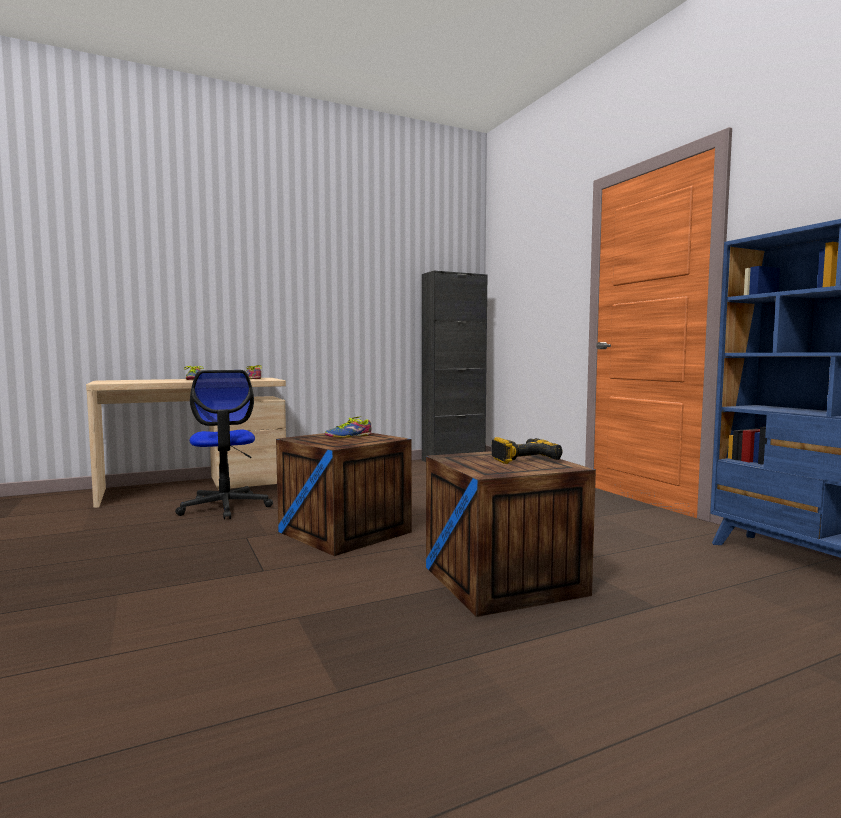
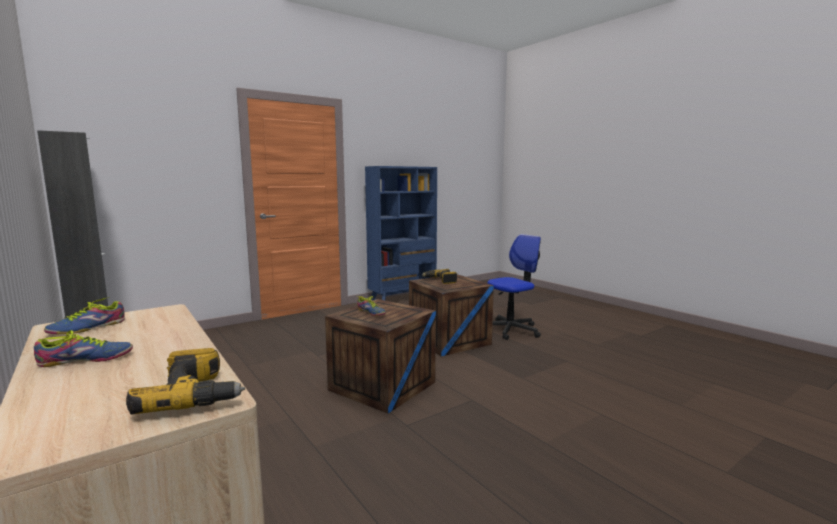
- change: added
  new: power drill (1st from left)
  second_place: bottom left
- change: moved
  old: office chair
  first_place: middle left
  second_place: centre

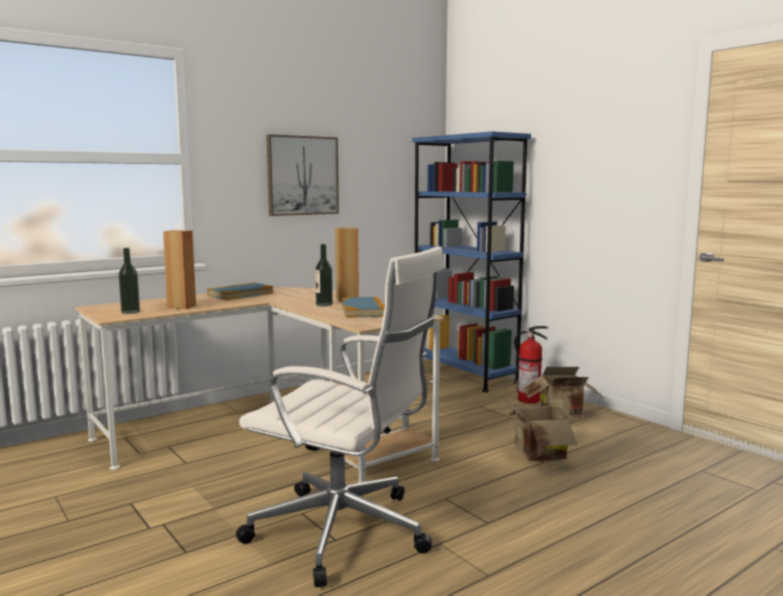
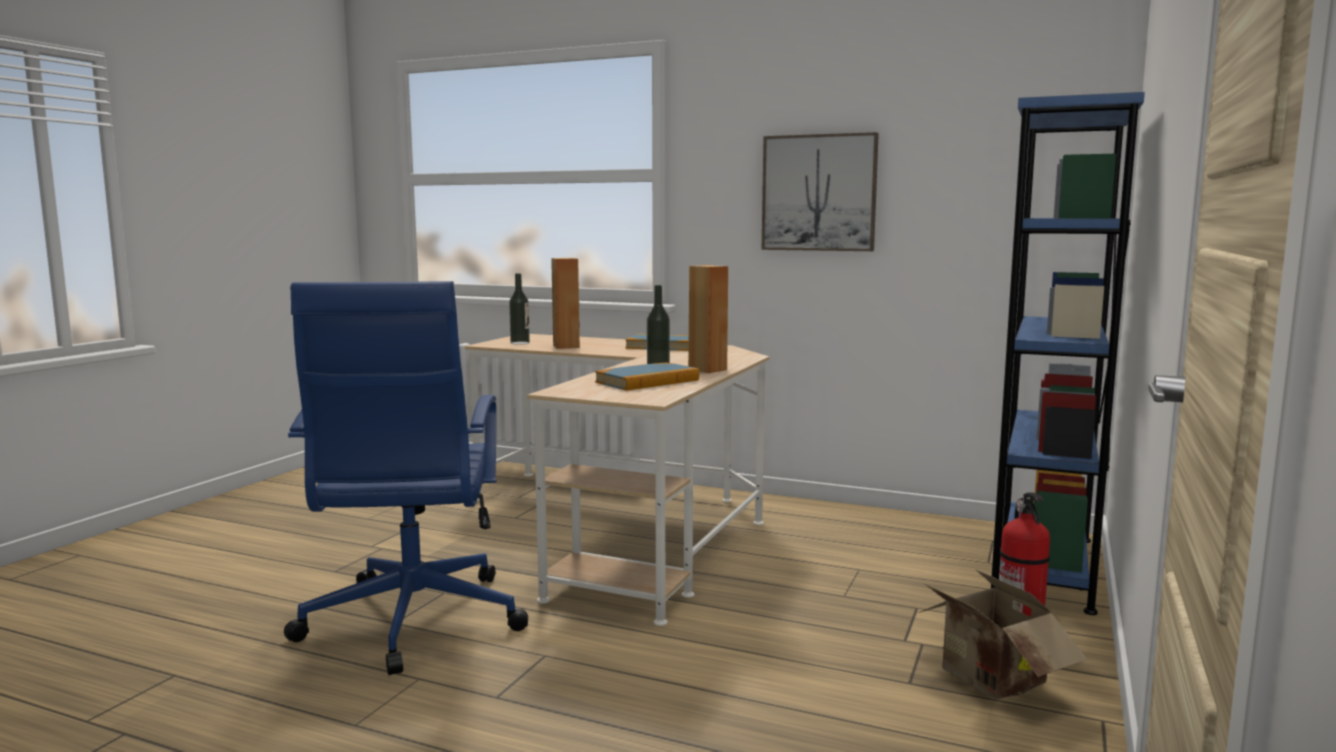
- change: removed
  old: cardboard box (1st from left)
  first_place: bottom right
- change: recoloured
  old: office chair (white)
  new: office chair (blue)
  first_place: bottom centre
  second_place: middle left

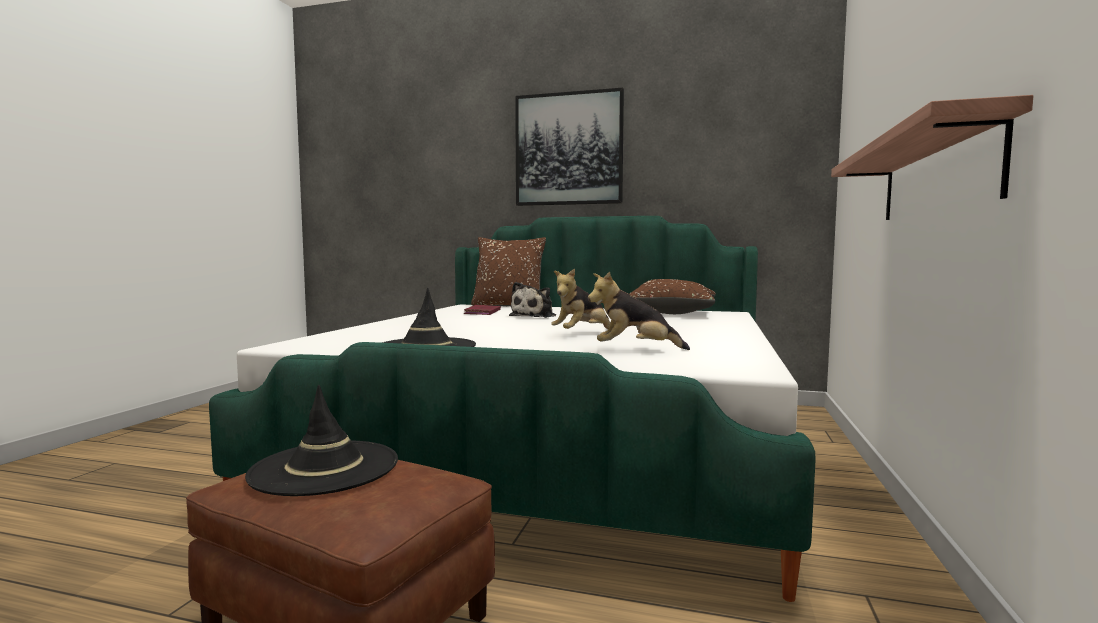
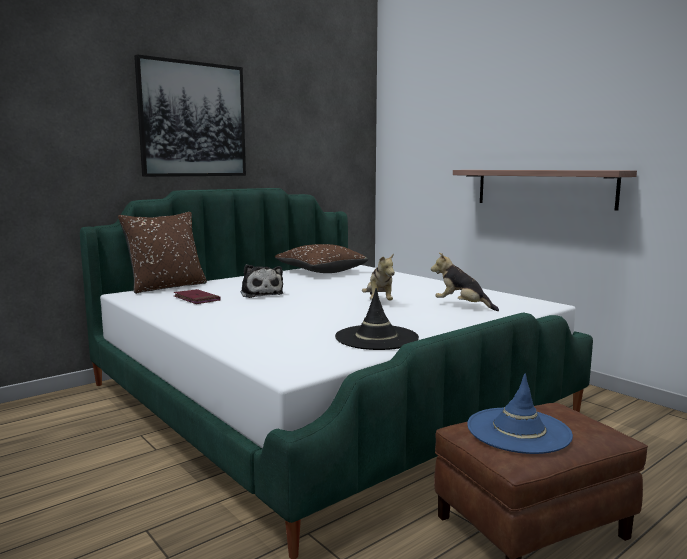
- change: recoloured
  old: hat (black) (1st from left)
  new: hat (blue)
  first_place: bottom left
  second_place: bottom right
- change: turned
  old: plush toy (3rd from left)
  first_place: centre
  second_place: middle right
  degrees: 90

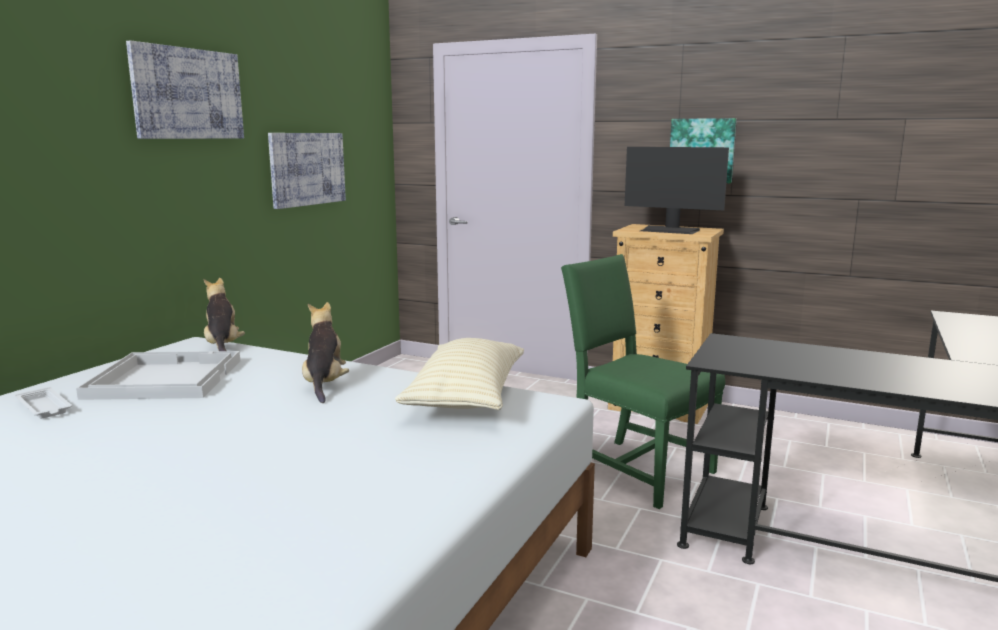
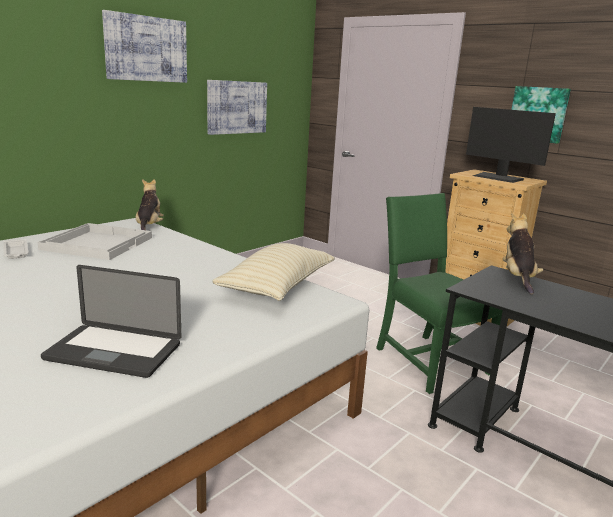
- change: added
  new: laptop
  second_place: middle left
- change: moved
  old: plush toy (2nd from left)
  first_place: middle left
  second_place: middle right

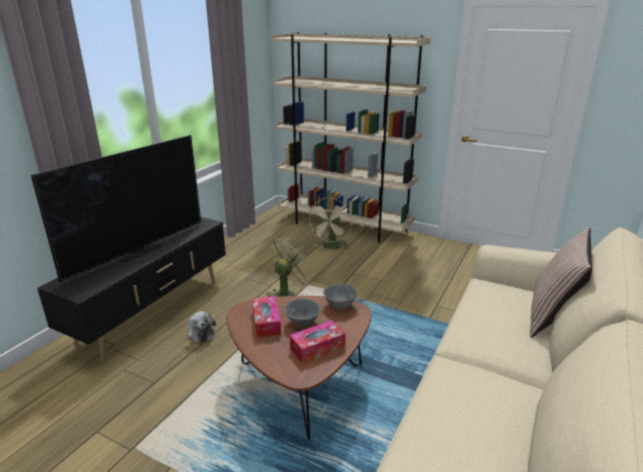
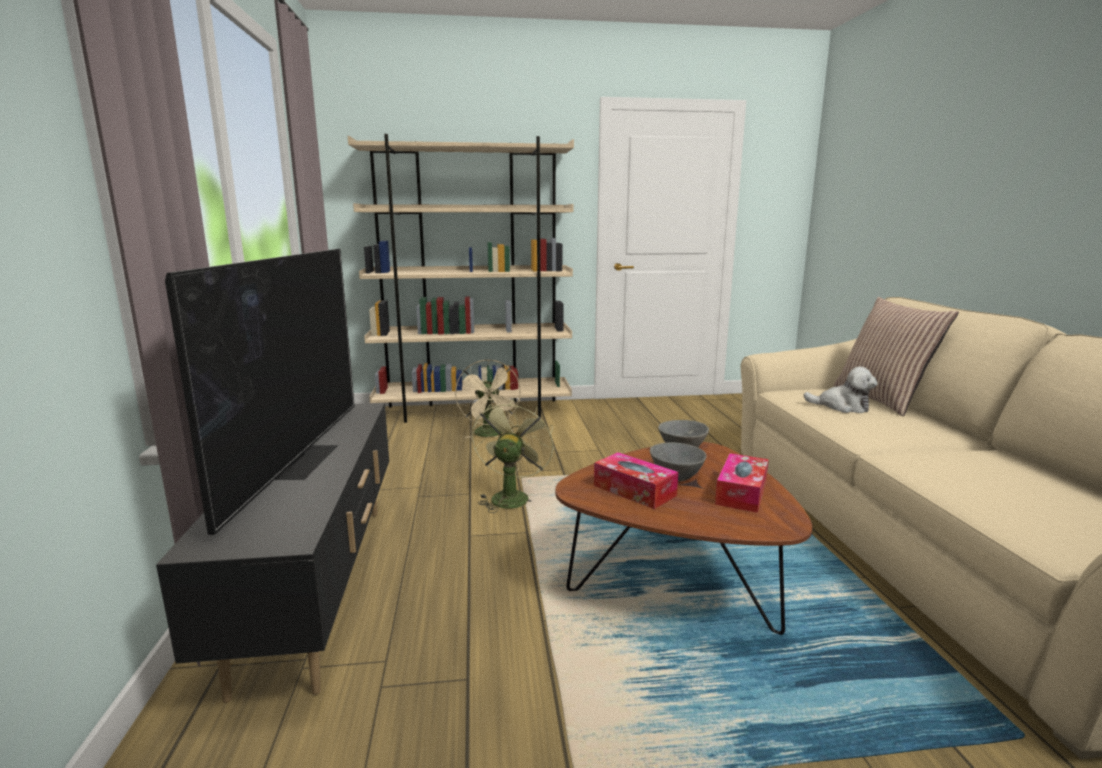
- change: moved
  old: plush toy
  first_place: bottom left
  second_place: middle right

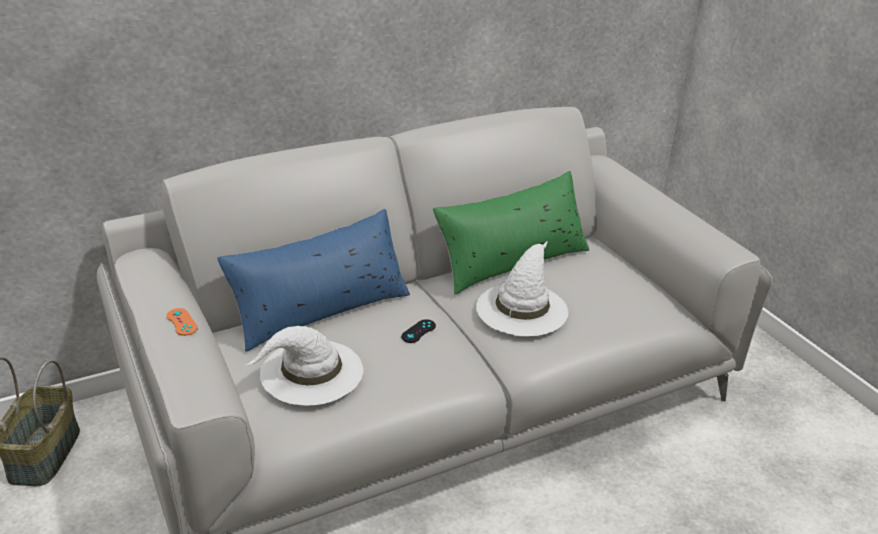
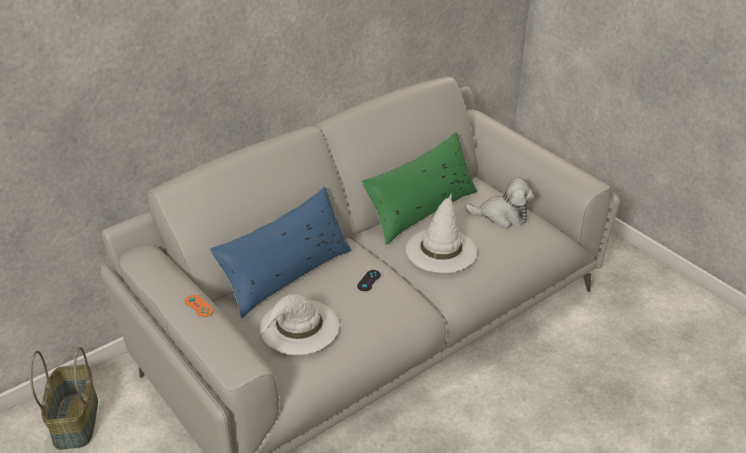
- change: added
  new: plush toy
  second_place: middle right

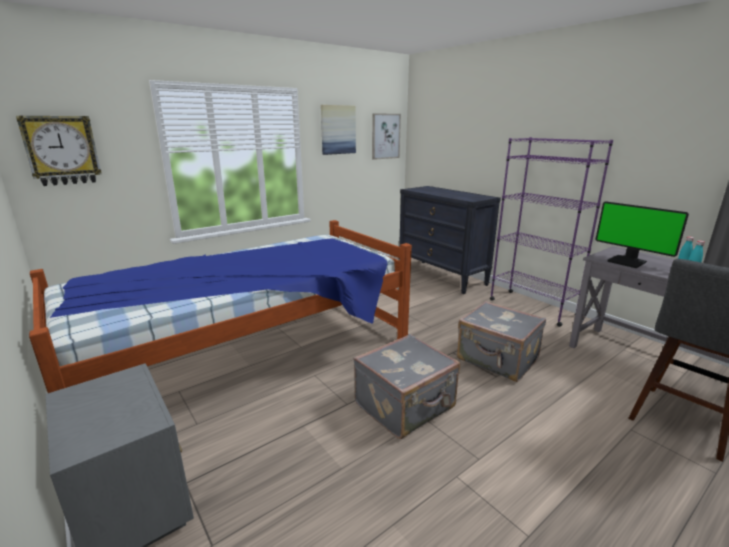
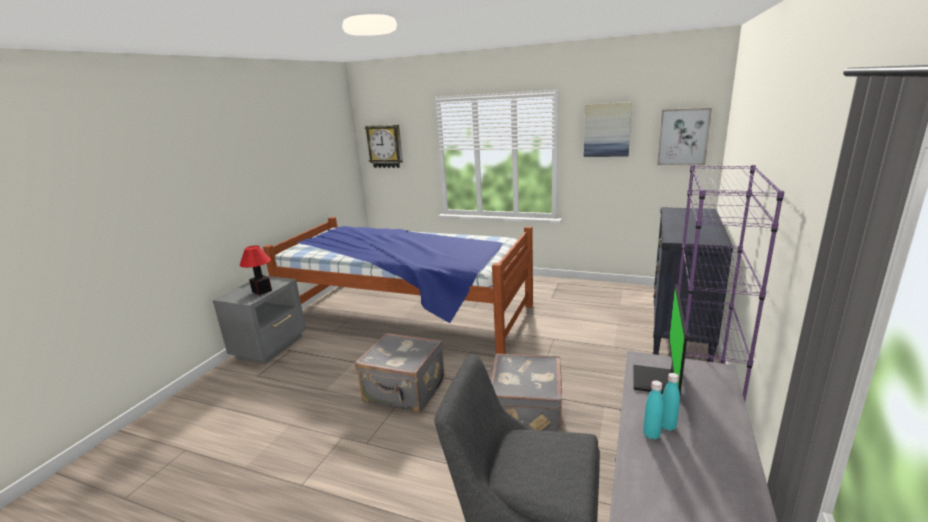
- change: added
  new: table lamp
  second_place: middle left

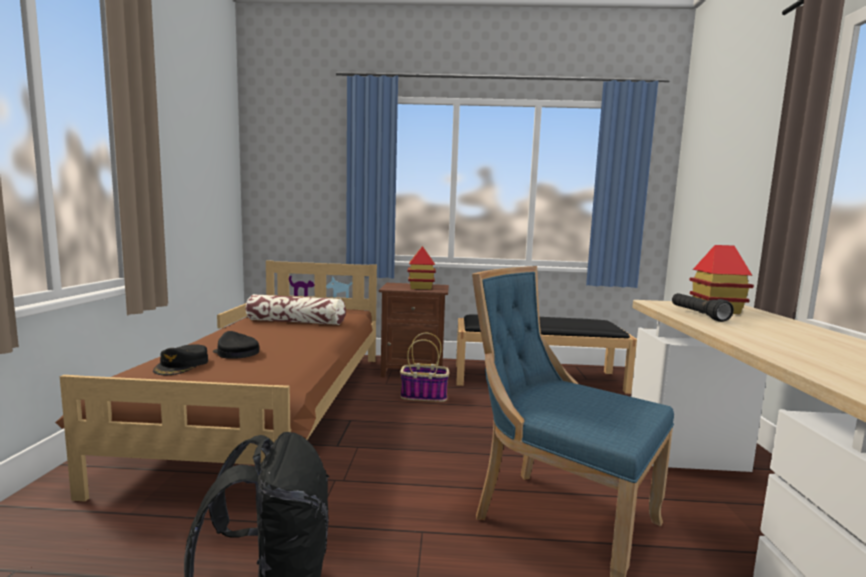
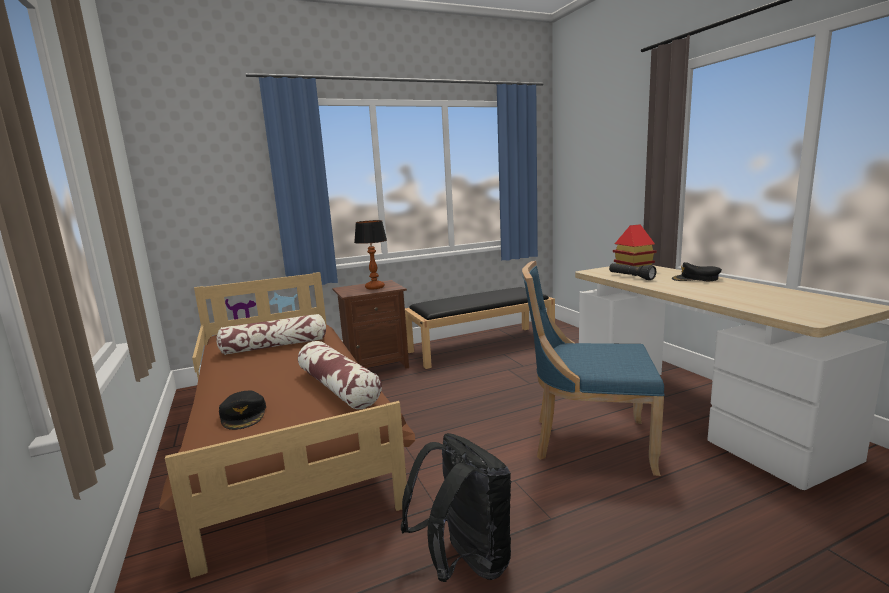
- change: removed
  old: basket
  first_place: centre
- change: added
  new: pillow (2nd from left)
  second_place: centre
- change: moved
  old: cap (black) (2nd from left)
  first_place: middle left
  second_place: middle right
- change: replaced
  old: toy house (1st from left)
  new: table lamp
  first_place: centre
  second_place: centre

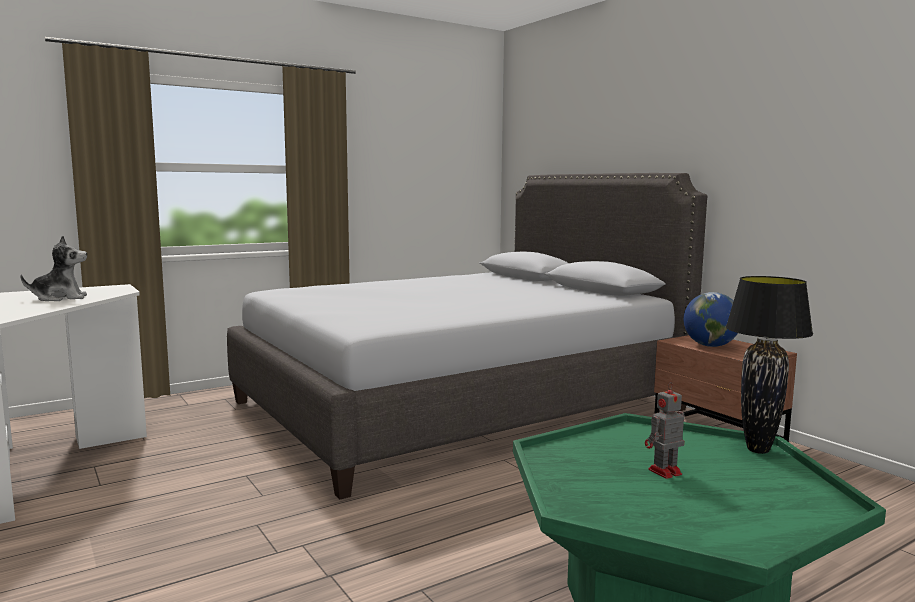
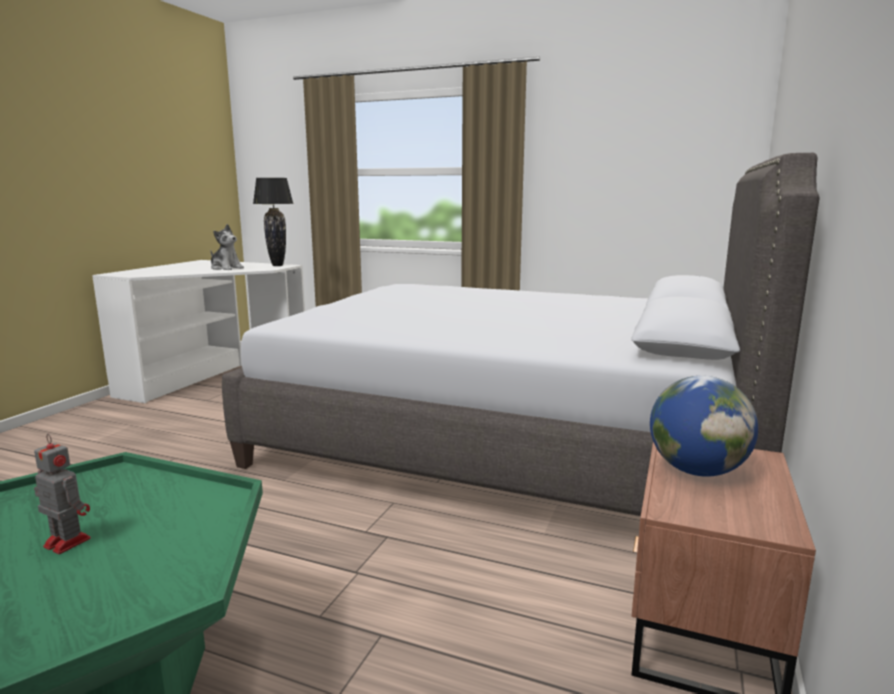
- change: moved
  old: table lamp (black)
  first_place: middle right
  second_place: top left

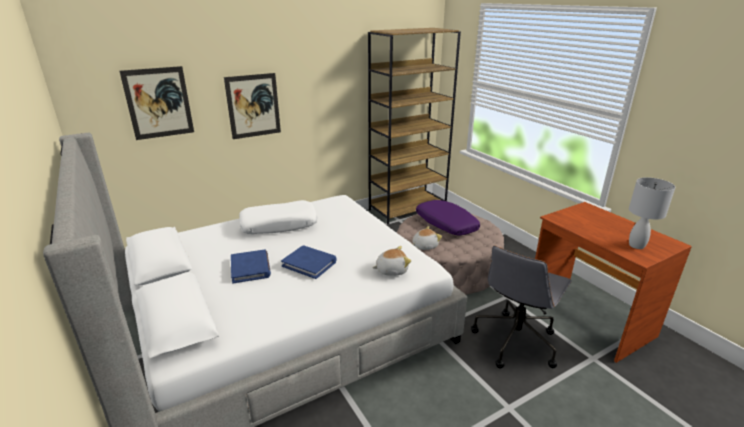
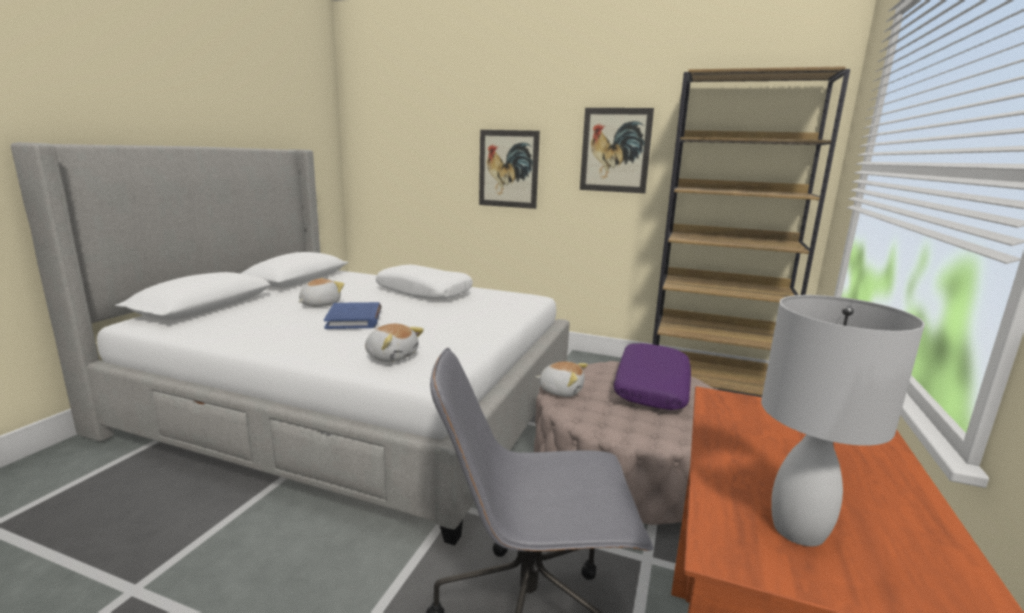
- change: moved
  old: picture (1st from left in the first image)
  new: picture (2nd from left)
  first_place: top left
  second_place: top centre
- change: replaced
  old: book (blue) (1st from left)
  new: plush toy (1st from left)
  first_place: centre
  second_place: middle left

